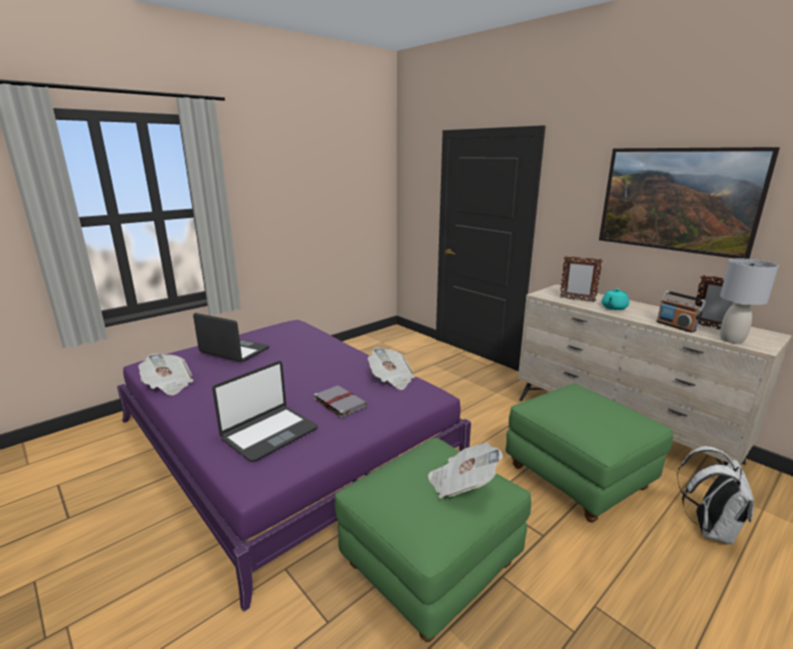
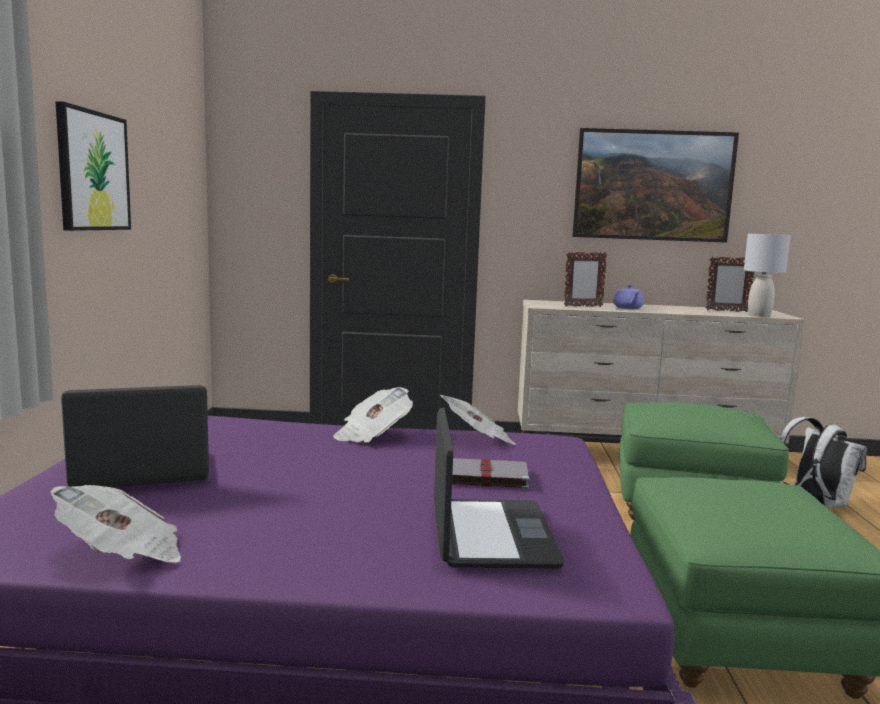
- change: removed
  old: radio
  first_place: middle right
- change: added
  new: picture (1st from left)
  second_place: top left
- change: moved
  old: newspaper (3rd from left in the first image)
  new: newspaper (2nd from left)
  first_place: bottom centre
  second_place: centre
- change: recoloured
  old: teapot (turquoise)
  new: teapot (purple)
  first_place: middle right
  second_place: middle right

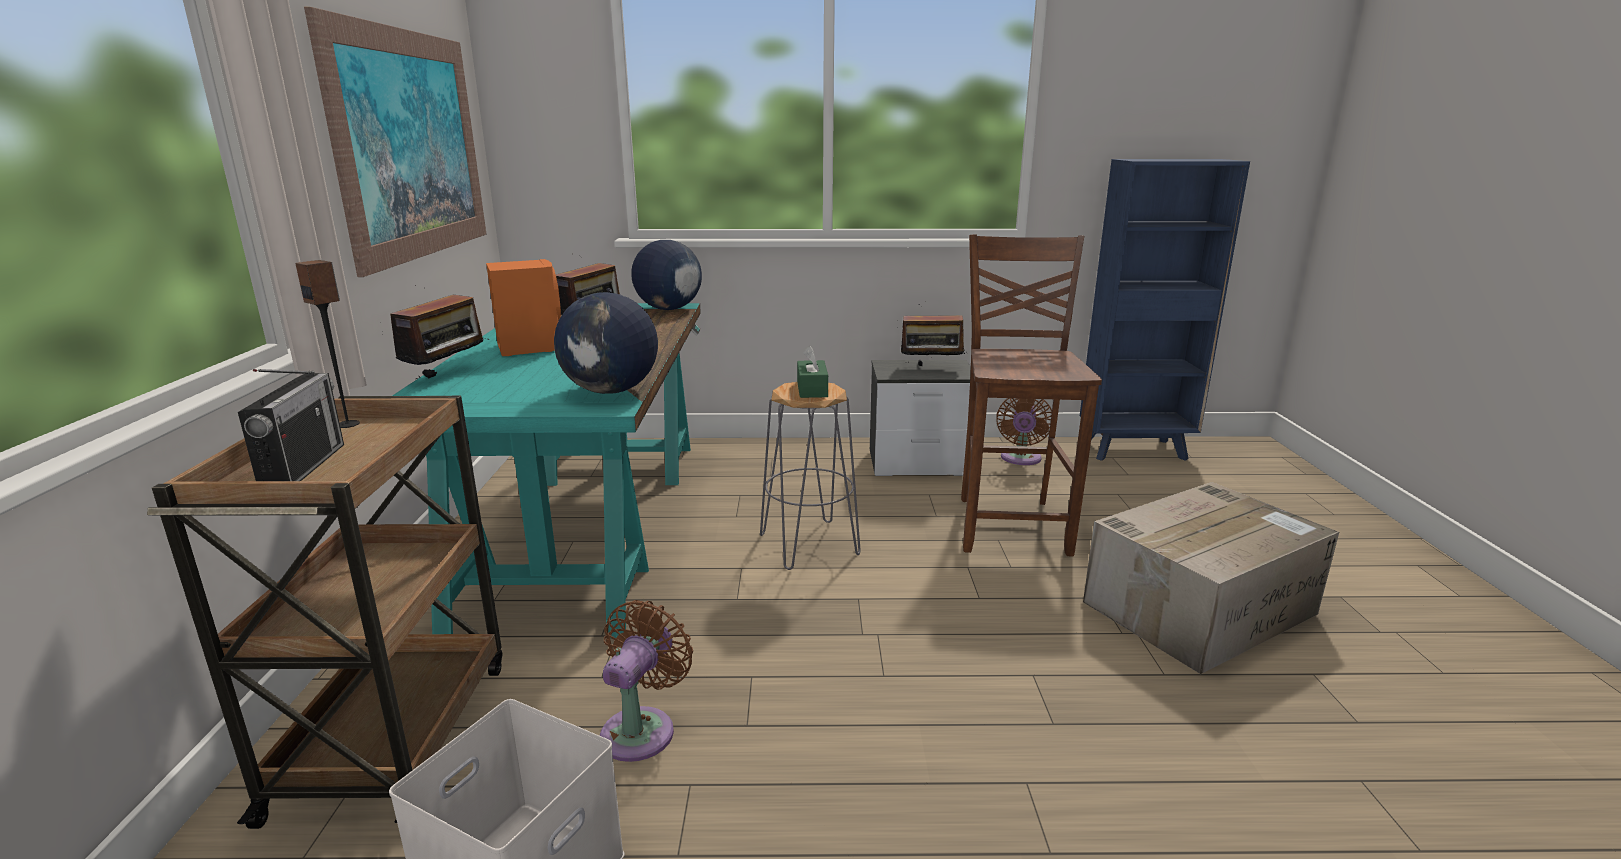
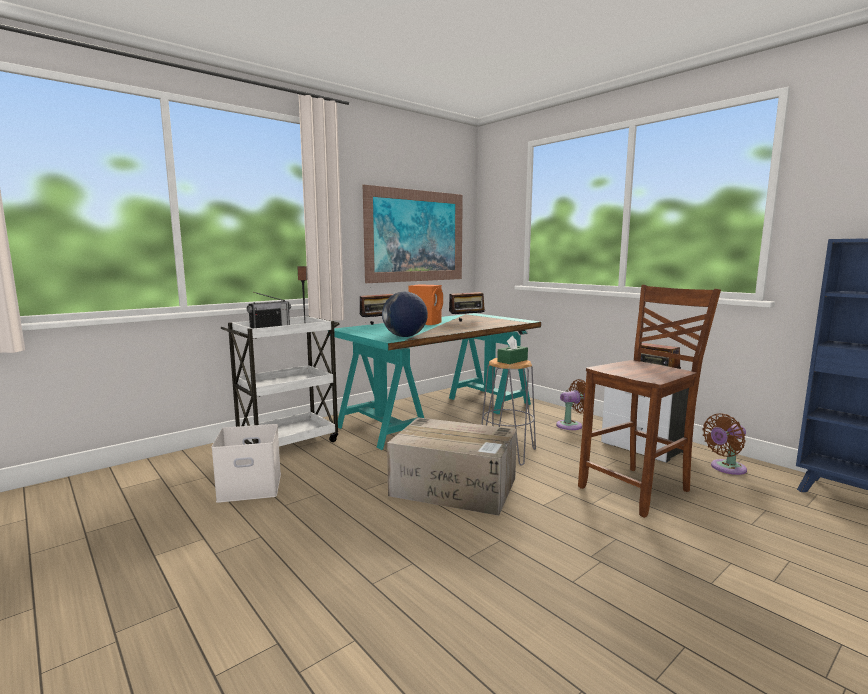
- change: removed
  old: globe (2nd from left)
  first_place: top centre
- change: moved
  old: fan (brown) (1st from left)
  first_place: bottom centre
  second_place: centre
- change: moved
  old: cardboard box
  first_place: bottom right
  second_place: bottom centre
- change: recoloured
  old: cart (brown)
  new: cart (white)
  first_place: bottom left
  second_place: middle left

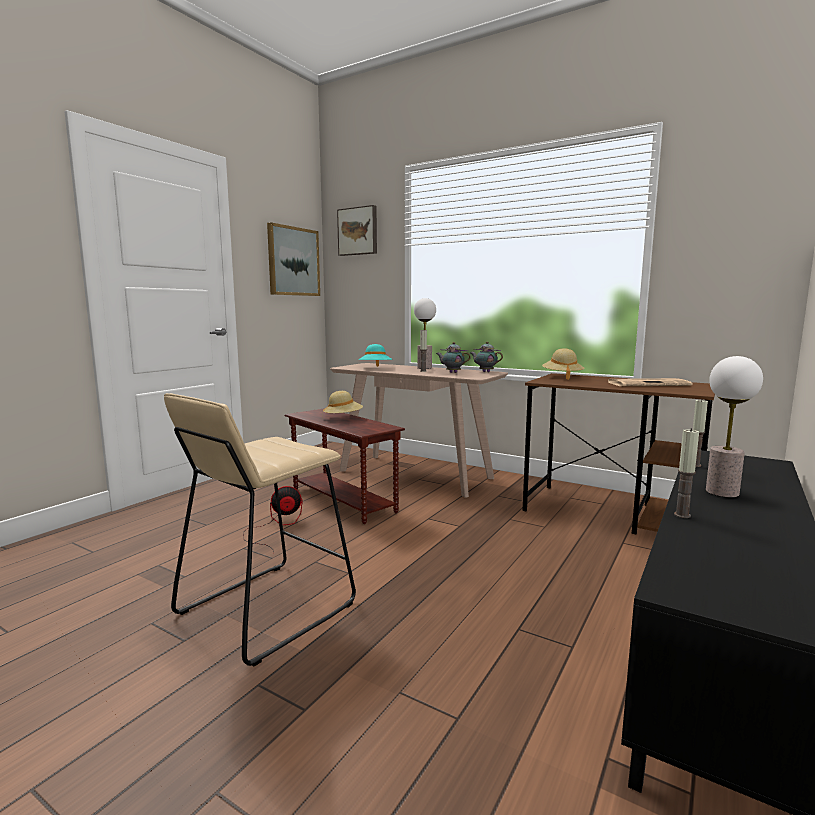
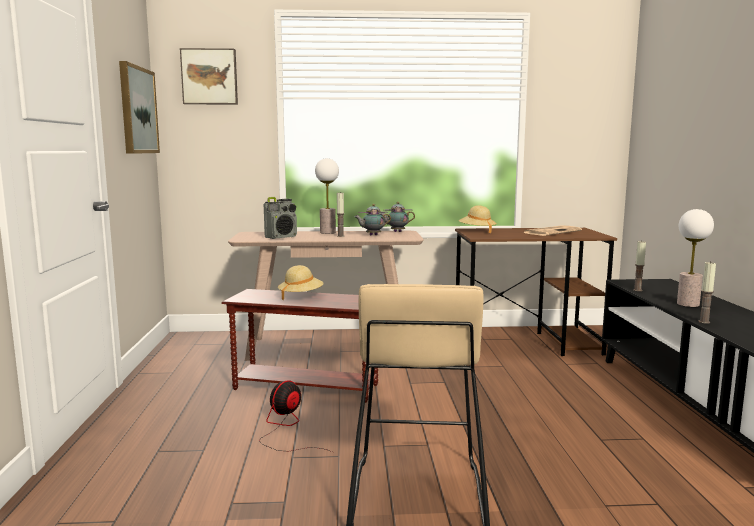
- change: replaced
  old: hat (turquoise)
  new: radio
  first_place: centre
  second_place: centre

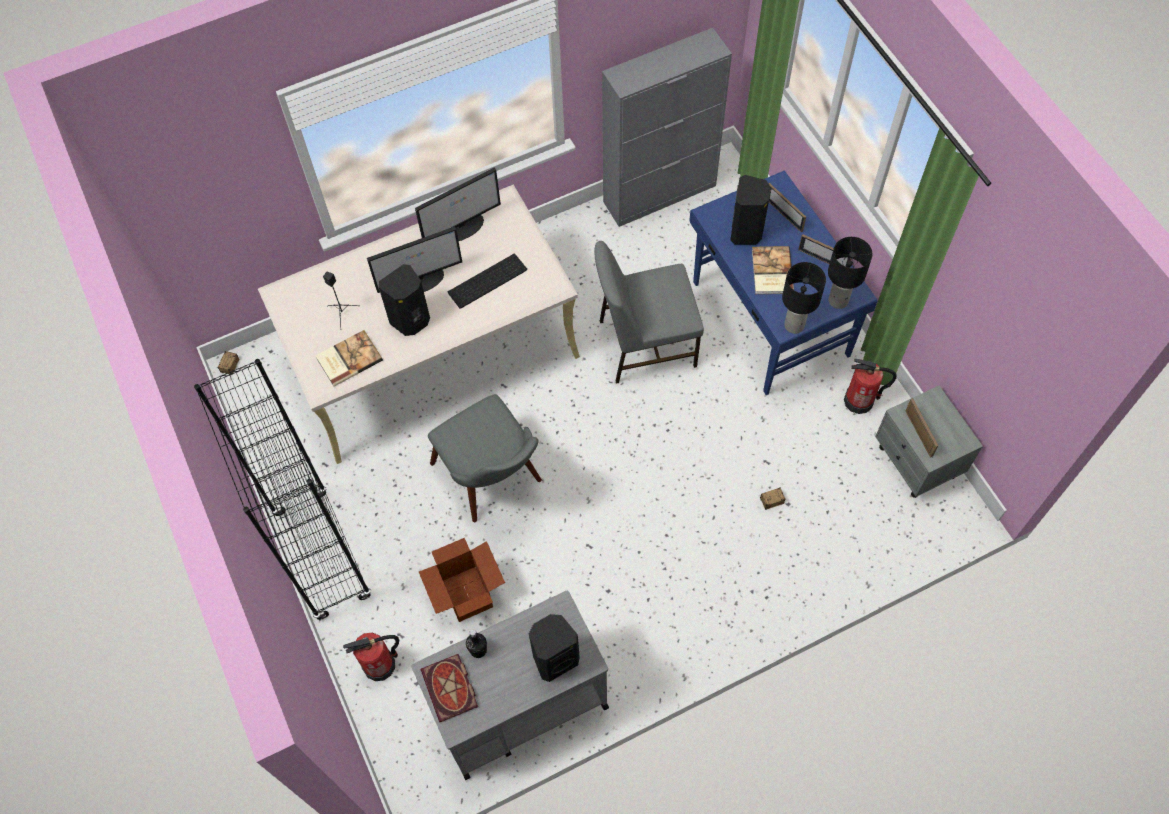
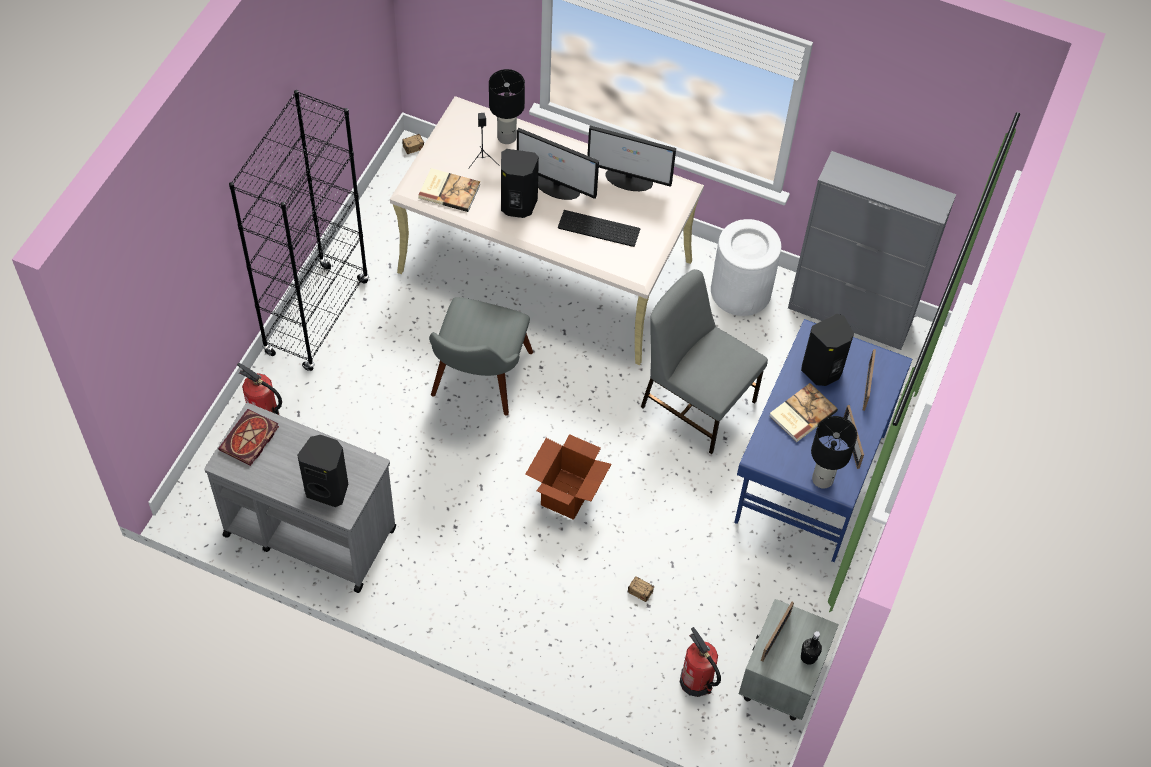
- change: added
  new: trash can (white)
  second_place: centre
- change: moved
  old: cardboard box
  first_place: bottom centre
  second_place: centre
- change: moved
  old: bottle (black)
  first_place: bottom centre
  second_place: bottom right
- change: moved
  old: table lamp (black) (1st from left)
  first_place: middle right
  second_place: top centre
- change: moved
  old: fire extinguisher (2nd from left)
  first_place: middle right
  second_place: bottom centre

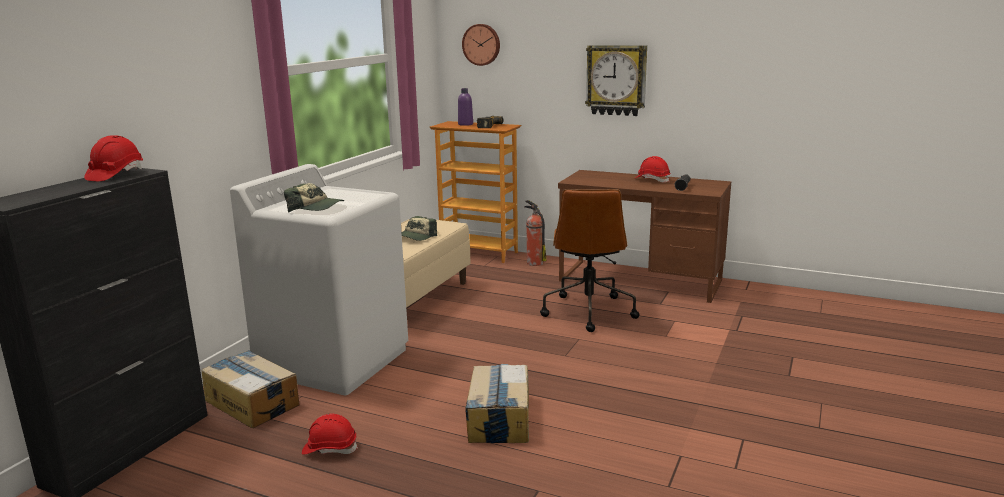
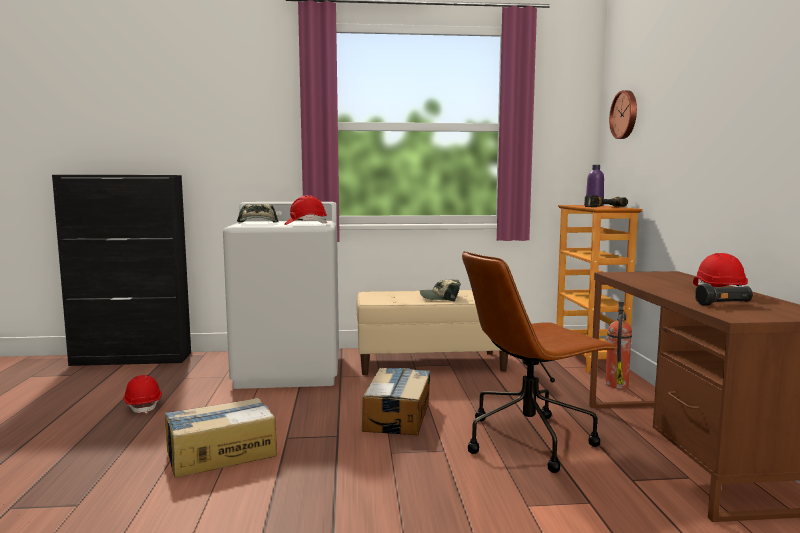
- change: removed
  old: wall clock (2nd from left)
  first_place: top centre
- change: moved
  old: hard hat (red) (1st from left in the first image)
  new: hard hat (red) (2nd from left)
  first_place: top left
  second_place: centre
- change: moved
  old: cardboard box (1st from left in the first image)
  new: cardboard box (2nd from left)
  first_place: bottom left
  second_place: bottom centre

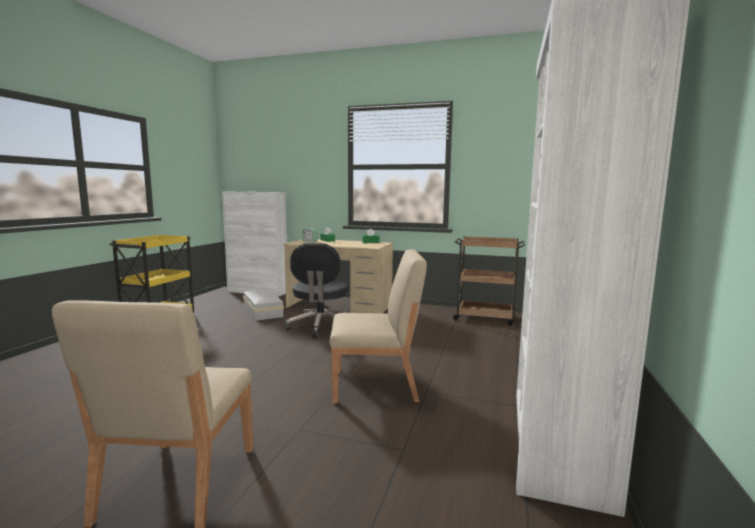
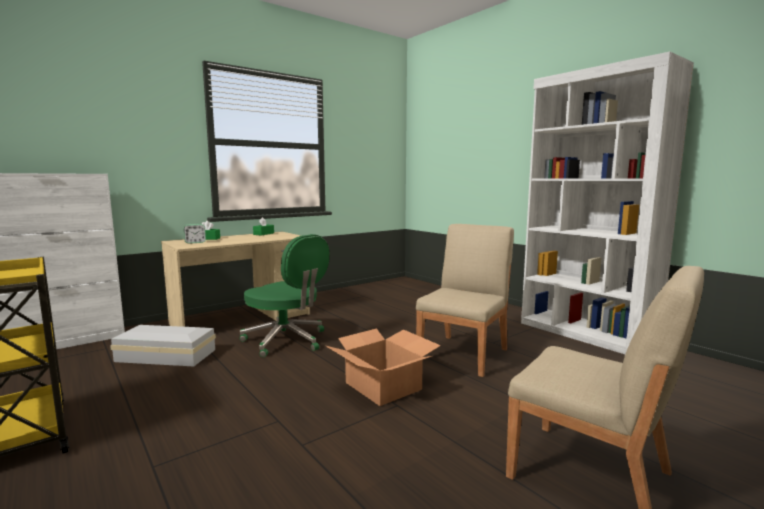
- change: removed
  old: cart (brown)
  first_place: centre
- change: added
  new: cardboard box
  second_place: bottom centre
- change: recoloured
  old: office chair (black)
  new: office chair (green)
  first_place: centre
  second_place: centre

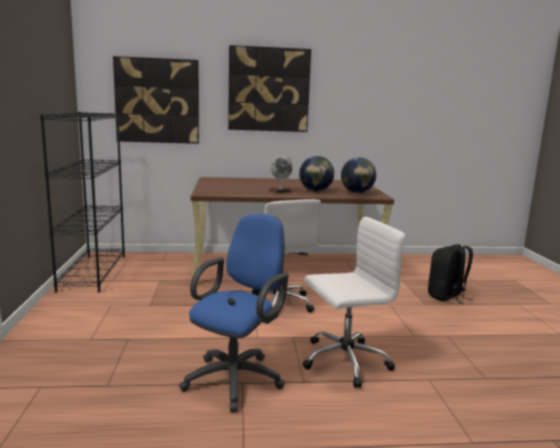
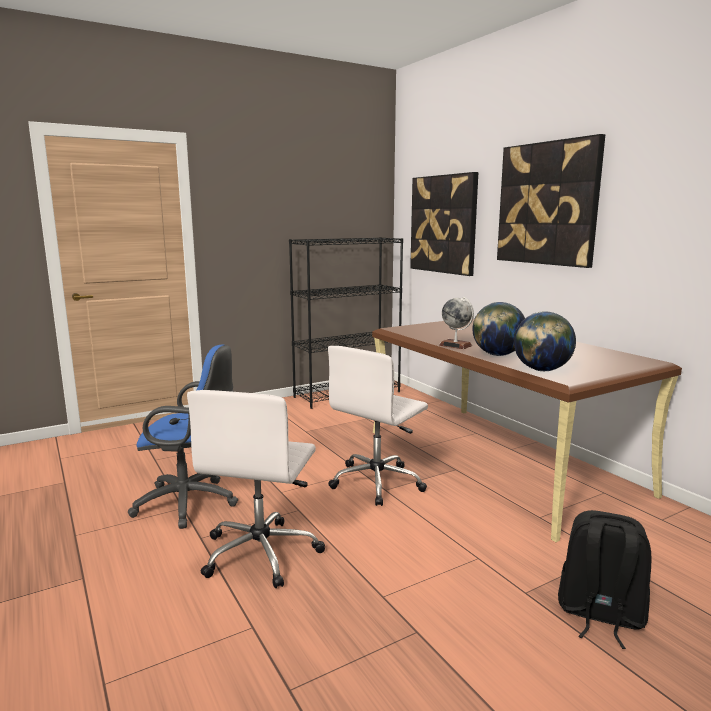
- change: turned
  old: office chair (white) (2nd from left in the first image)
  first_place: bottom centre
  second_place: bottom centre
  degrees: 60

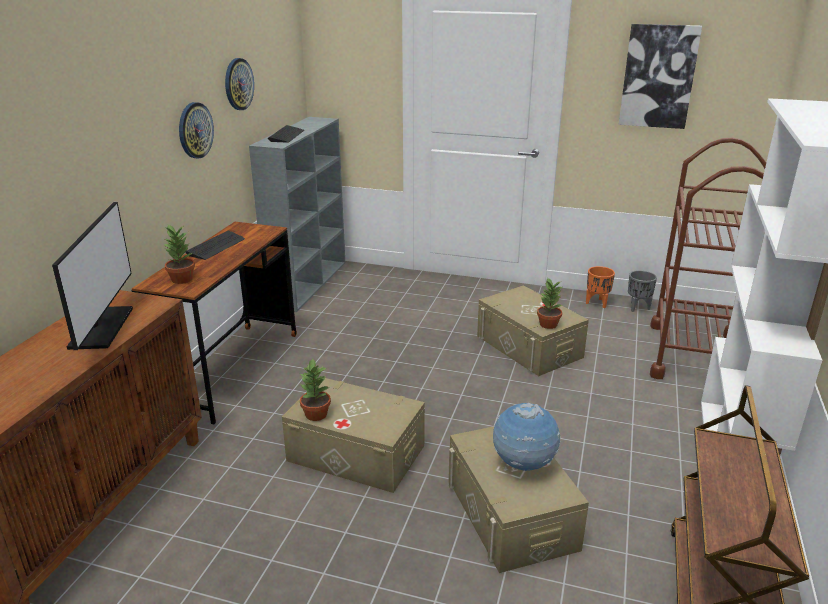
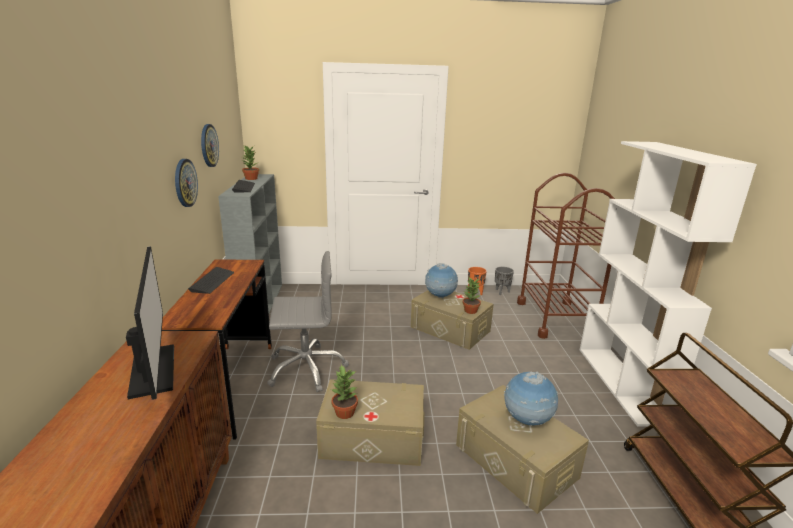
- change: removed
  old: picture
  first_place: top right
- change: added
  new: office chair (grey)
  second_place: centre
- change: added
  new: globe (1st from left)
  second_place: centre
- change: moved
  old: potted plant (1st from left)
  first_place: middle left
  second_place: top left

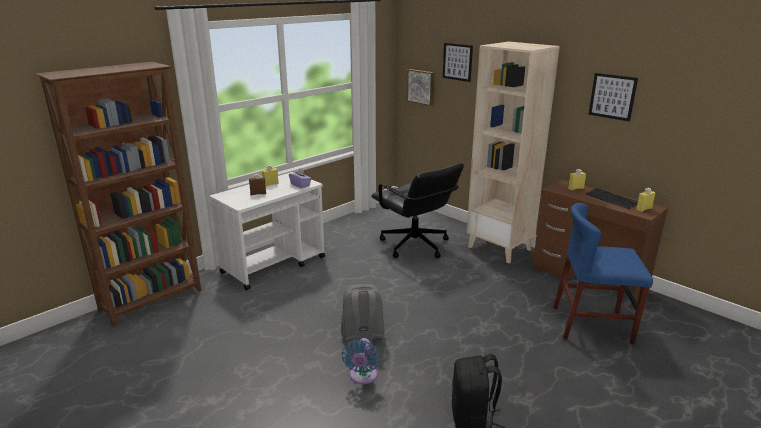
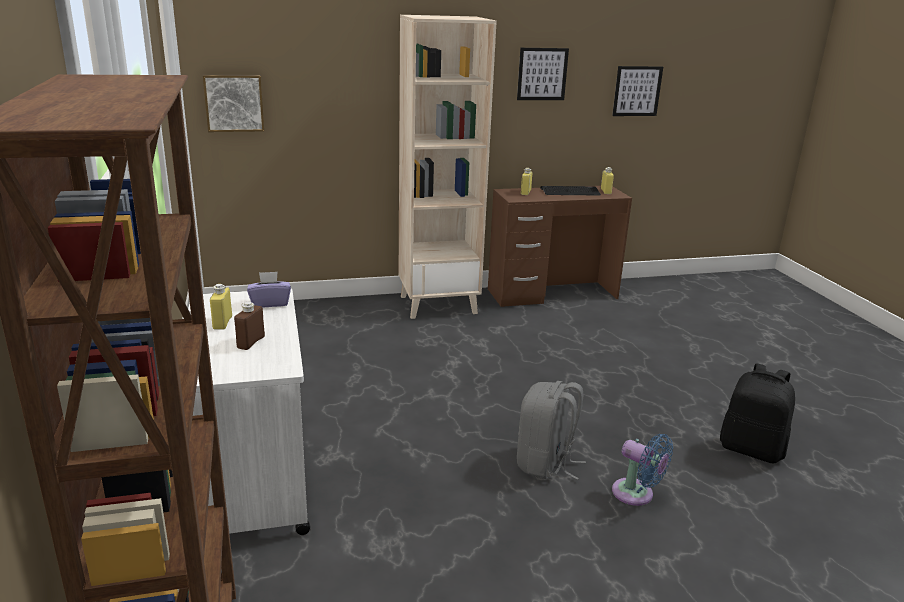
- change: removed
  old: office chair (black)
  first_place: centre
- change: removed
  old: chair (blue)
  first_place: middle right
- change: moved
  old: picture (2nd from left in the first image)
  new: picture (3rd from left)
  first_place: top centre
  second_place: top right

